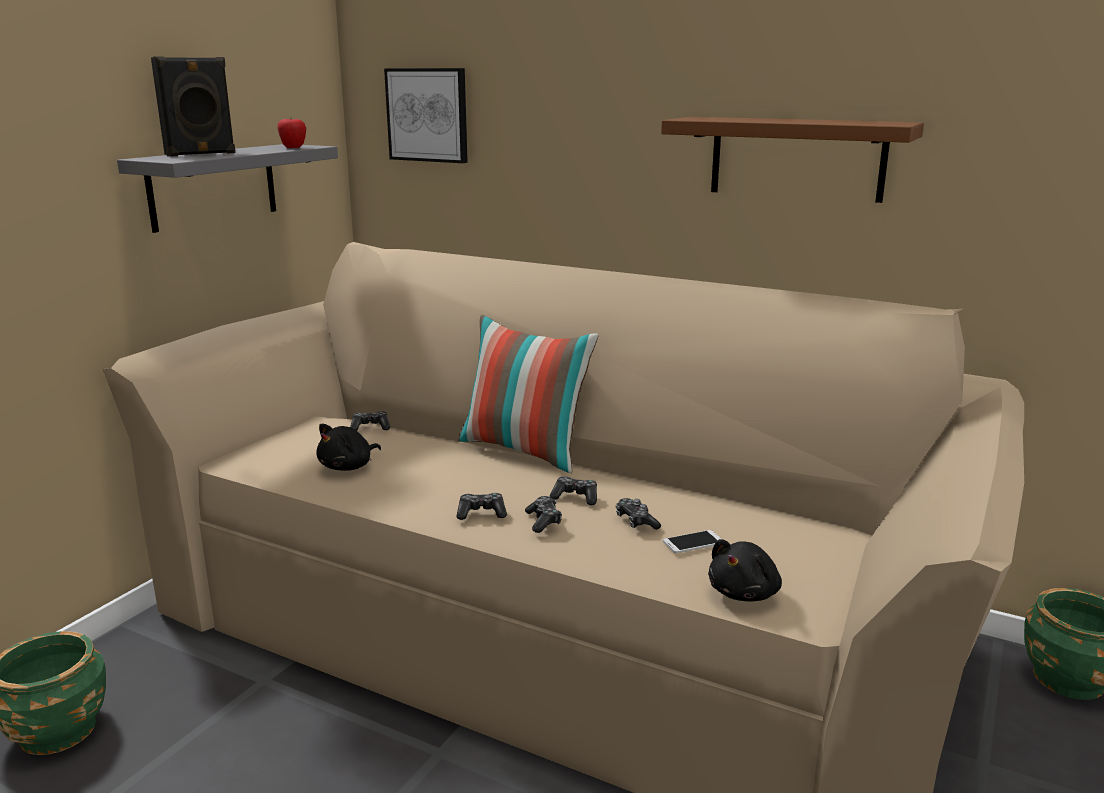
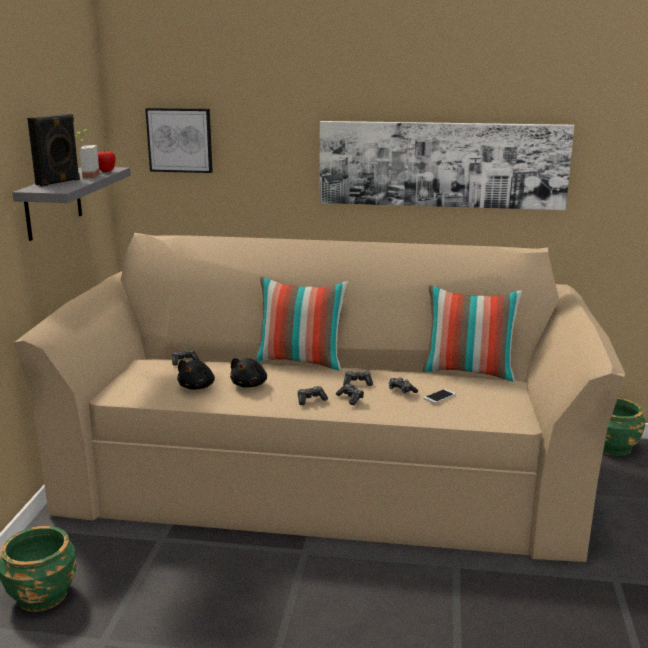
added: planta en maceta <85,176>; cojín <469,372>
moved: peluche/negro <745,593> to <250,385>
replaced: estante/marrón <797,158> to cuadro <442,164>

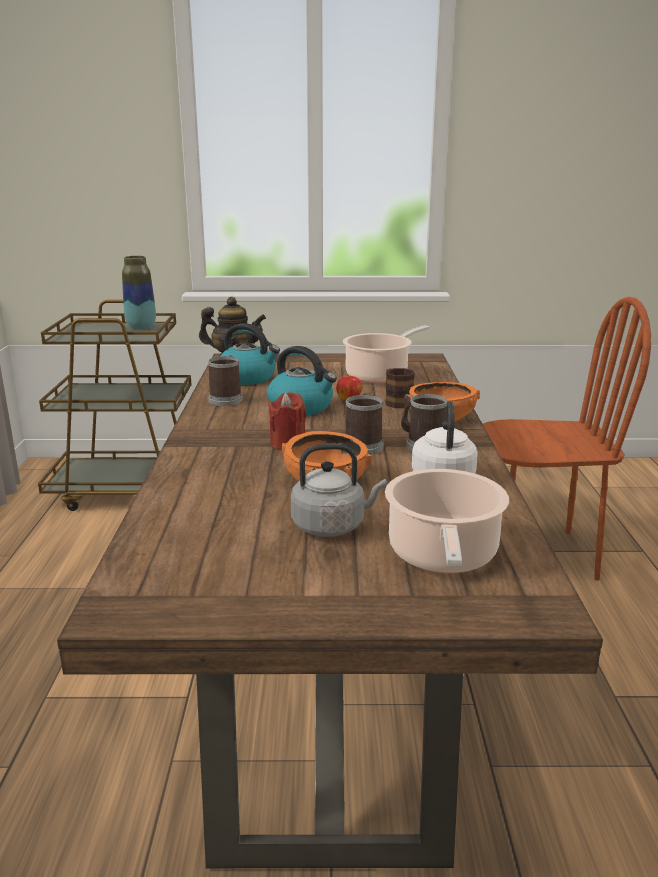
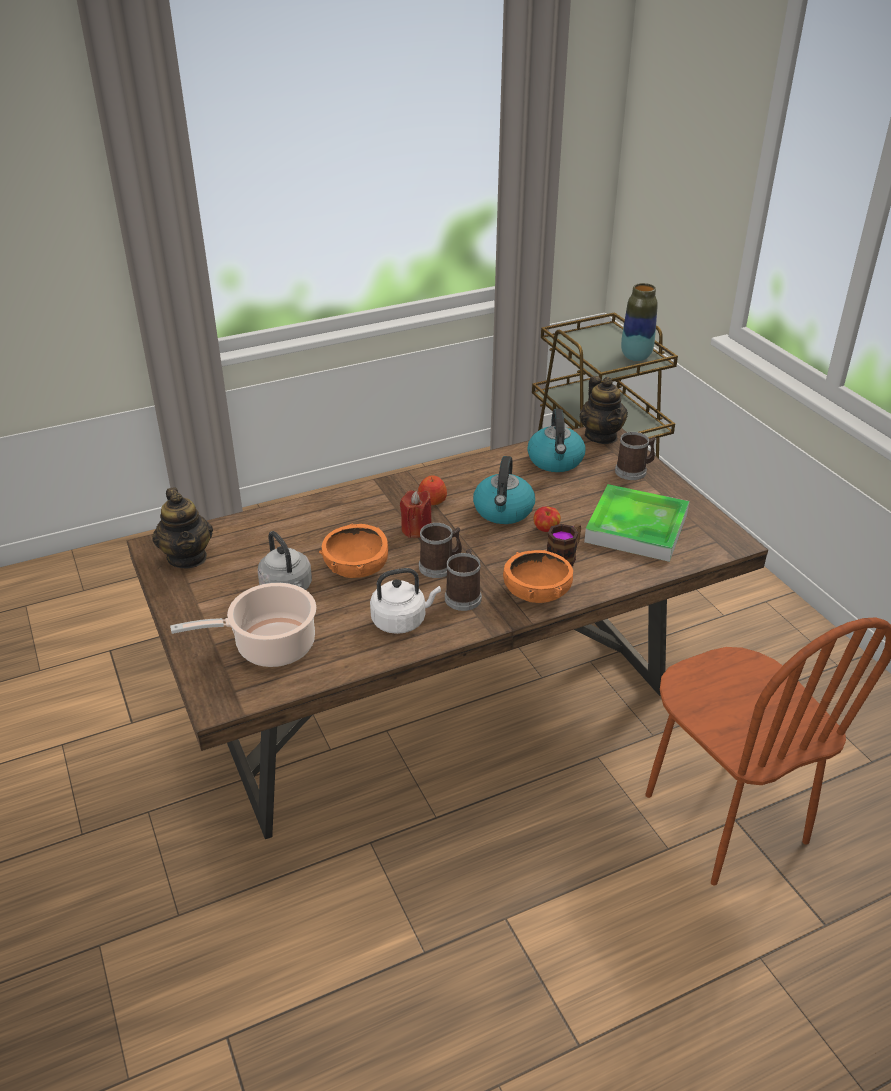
added: tetera <187,557>; manzana <432,501>
moved: taza grande <227,399> to <634,471>
replaced: olla <379,375> to bandeja <636,528>

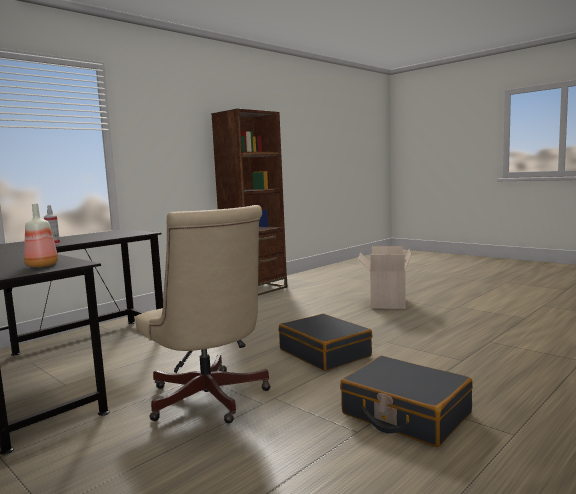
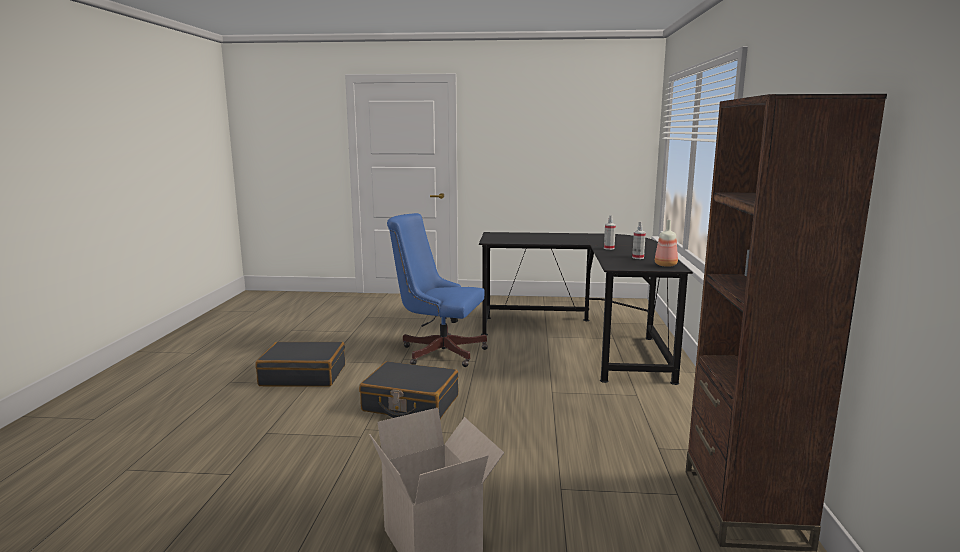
added: pulverizador <638,258>
moved: botella <41,265> to <666,265>
recoloured: silla de oficina/beis <209,401> to silla de oficina/azul <438,352>

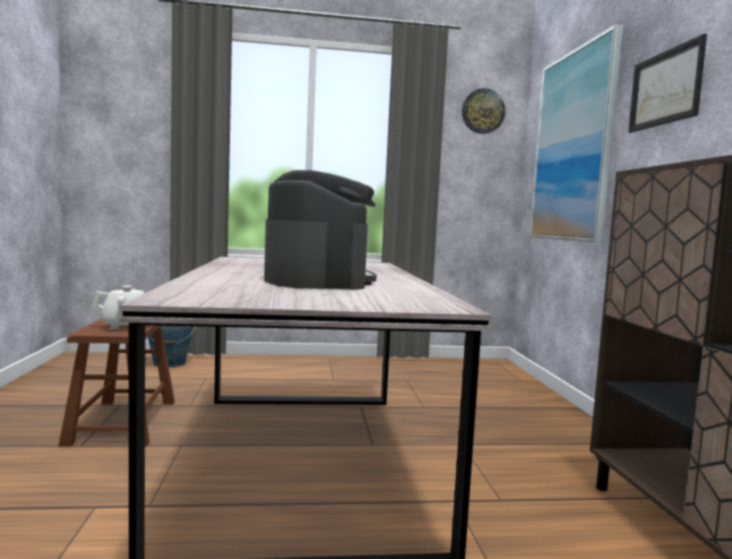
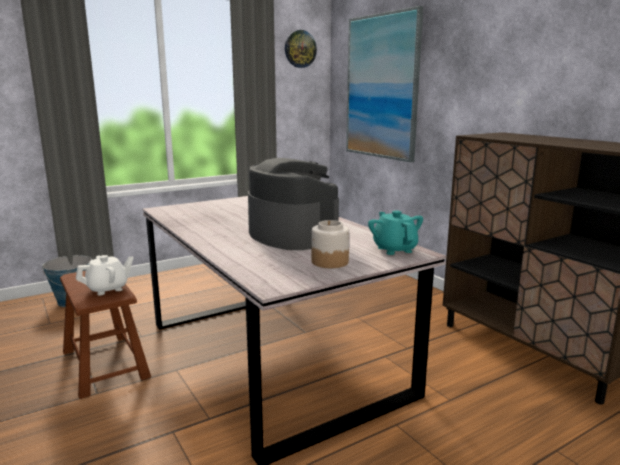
removed: cuadro <665,88>
added: tarro <329,262>; tetera/turquesa <394,249>

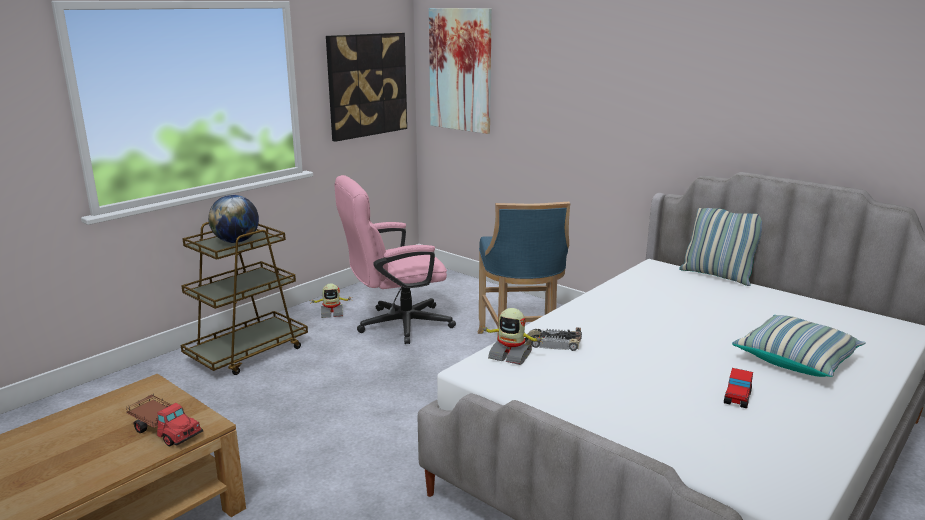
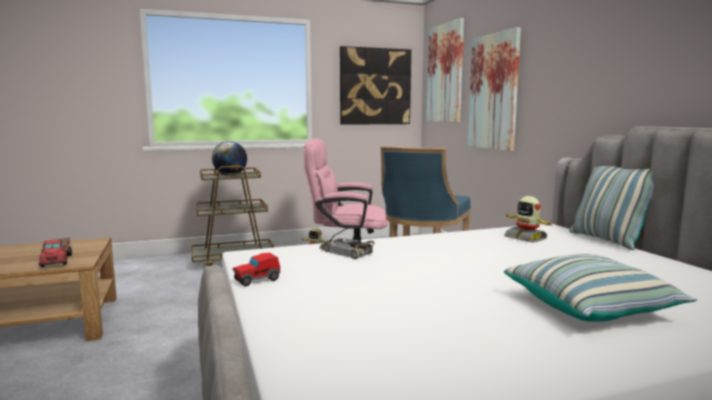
added: cuadro <493,92>
moved: robot de juguete <510,355> to <526,238>; coche de juguete <737,398> to <256,280>

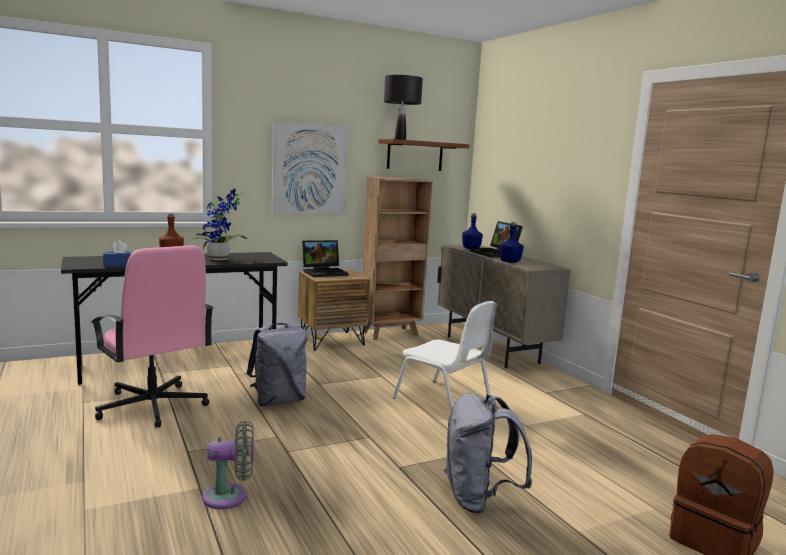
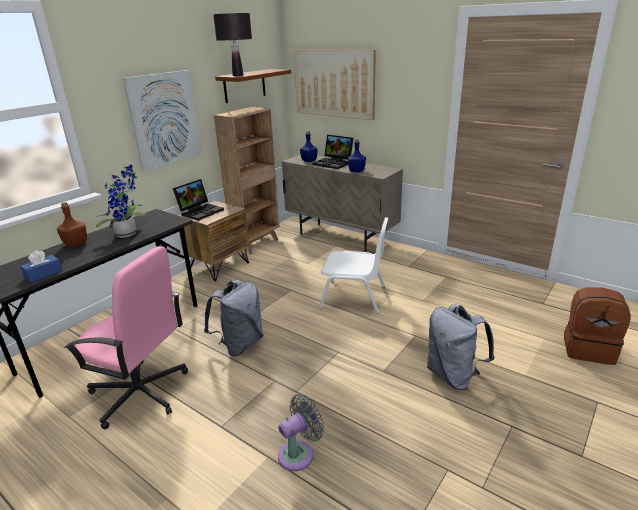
added: cuadro <334,83>

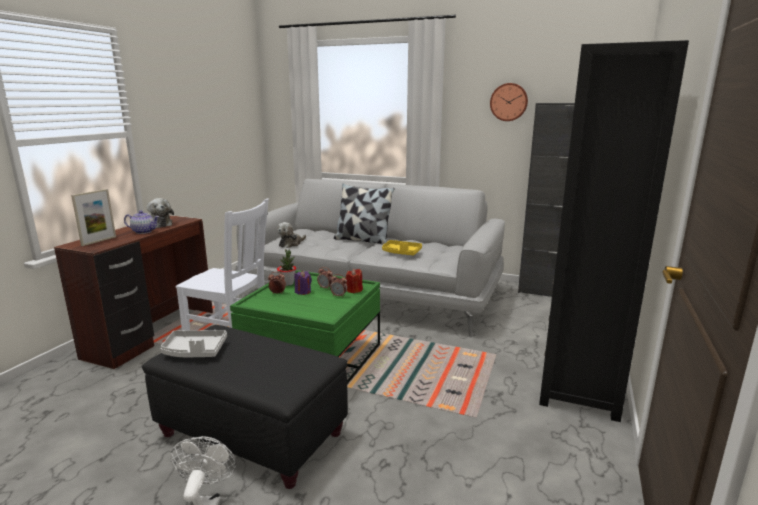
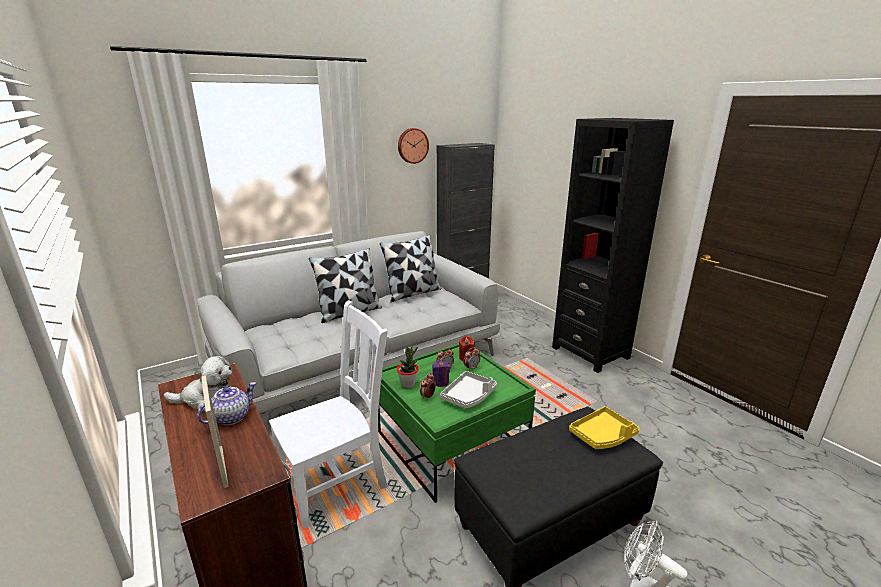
removed: peluche <291,244>
added: cojín <412,293>
moved: bandeja/gris <195,351> to <469,396>; bandeja/amarillo <401,253> to <603,436>

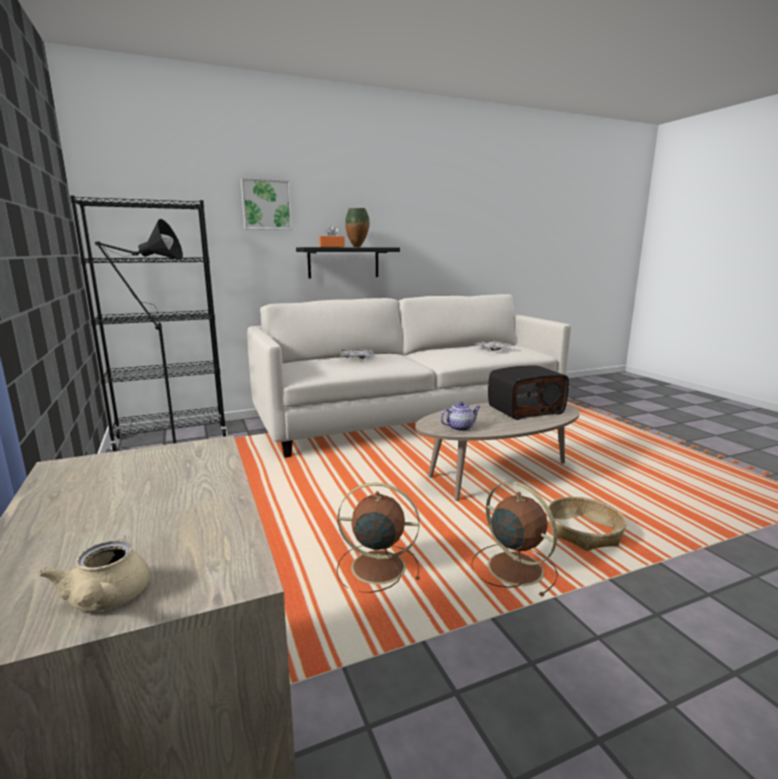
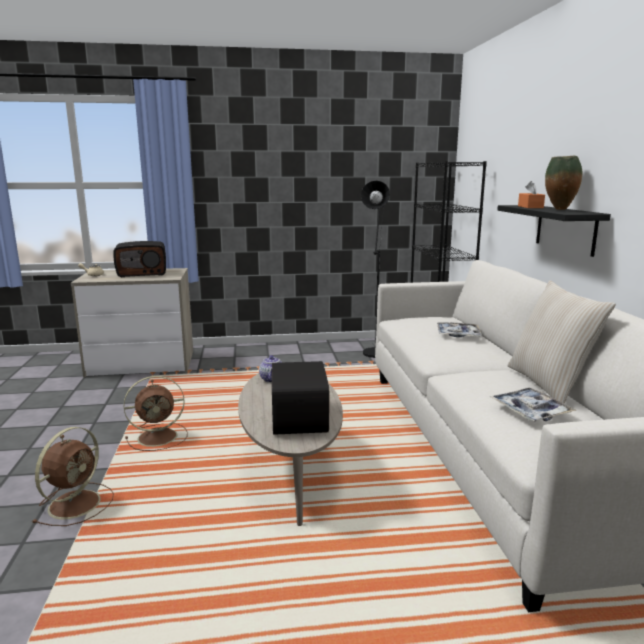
removed: cuadro <266,205>; cesta <583,532>
added: radio <142,273>; cojín/beis <549,385>
moved: ventilador/marrón <375,567> to <76,503>

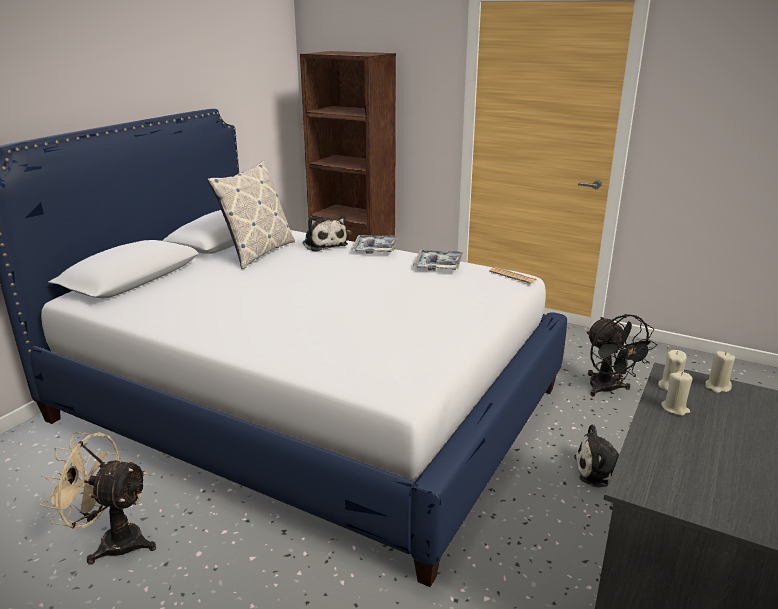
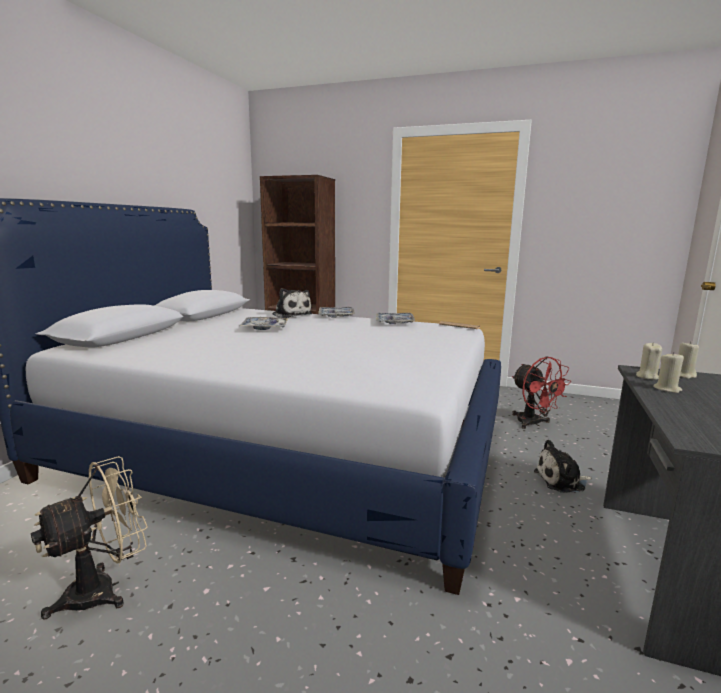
removed: cojín <258,253>
added: bandeja <265,328>
recoloured: ventilador/negro <608,390> to ventilador/rojo <533,423>
turned: ventilador/beis <112,541> = <104,589> 135 degrees clockwise

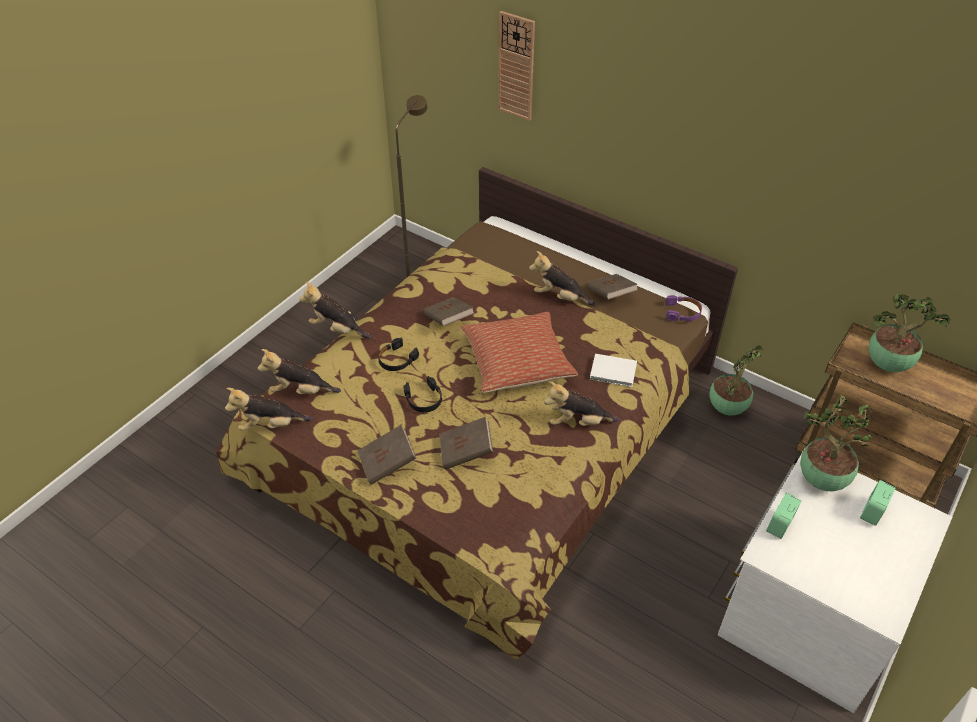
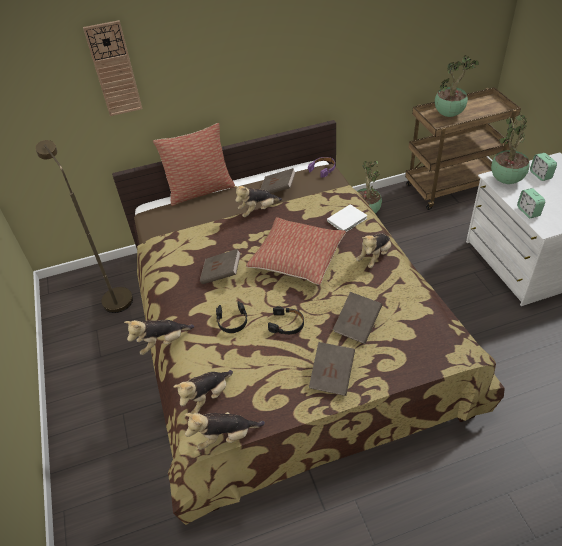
added: cojín <200,190>
turned: peluche <270,425> = <226,437> 45 degrees clockwise

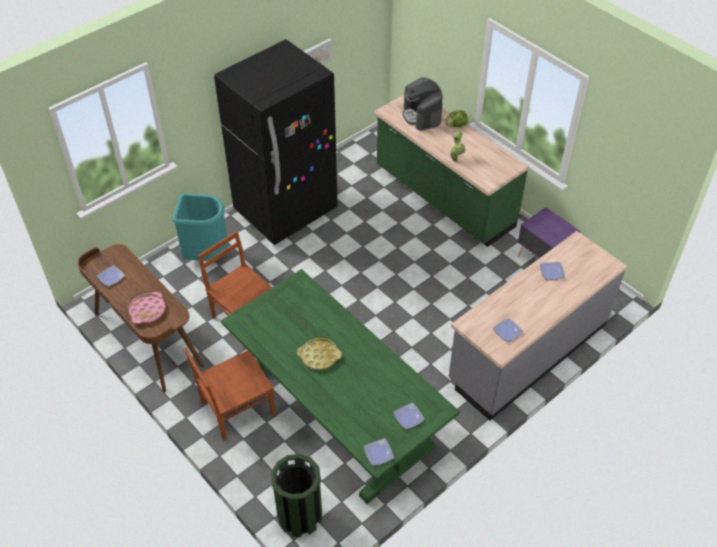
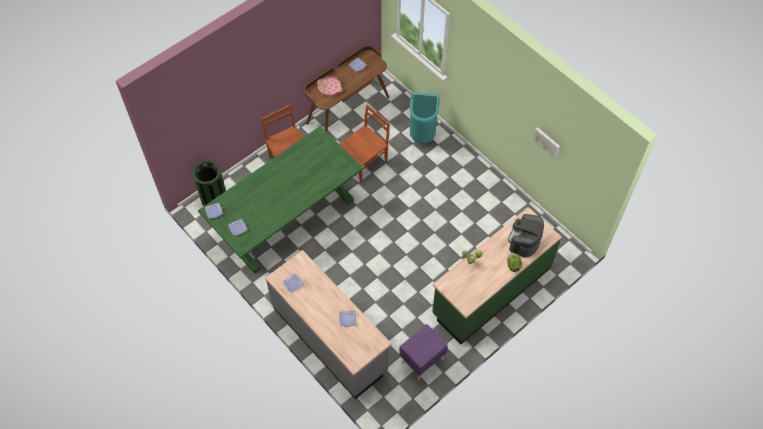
removed: nevera/negro <286,210>; bandeja/amarillo <319,356>
turned: cafetera <422,115> = <524,241> 45 degrees counterclockwise

